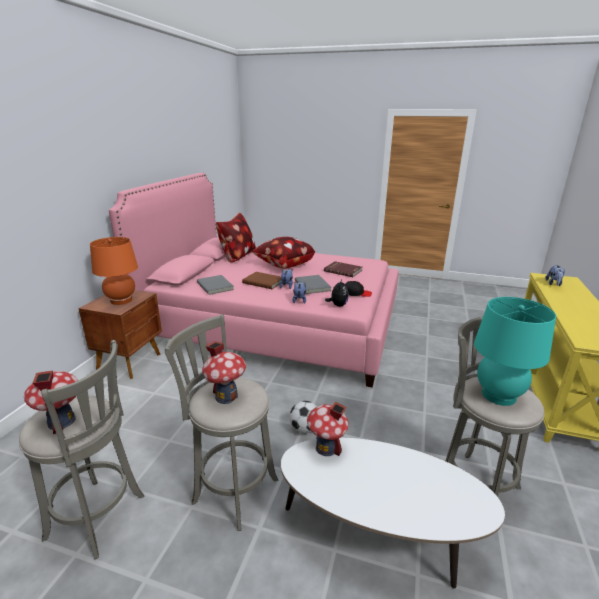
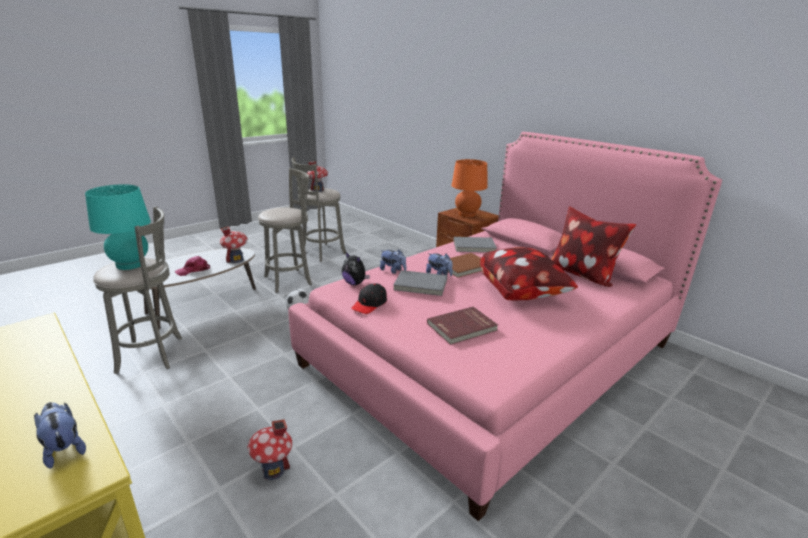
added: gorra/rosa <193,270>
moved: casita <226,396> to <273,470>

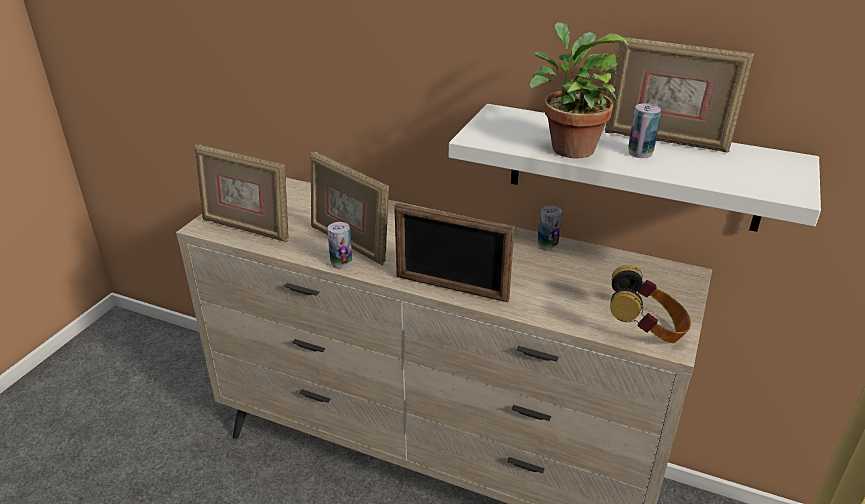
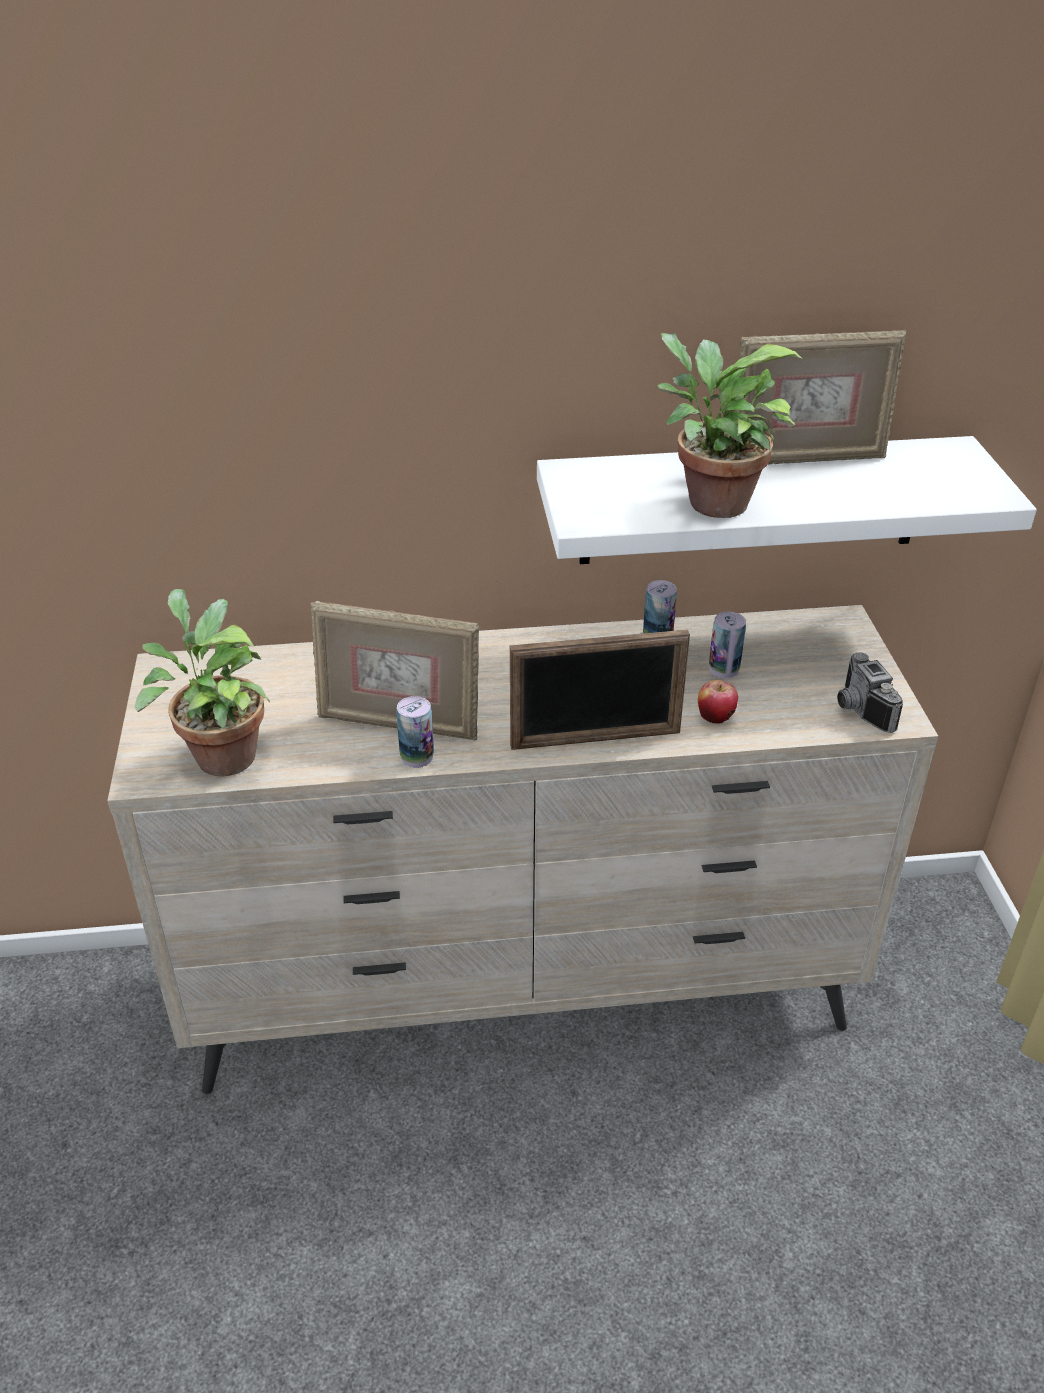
added: manzana <715,718>
moved: lata <640,153> to <724,669>
replaced: portarretratos <247,228> to planta en maceta <220,754>; auriculares <645,330> to cámara <858,710>

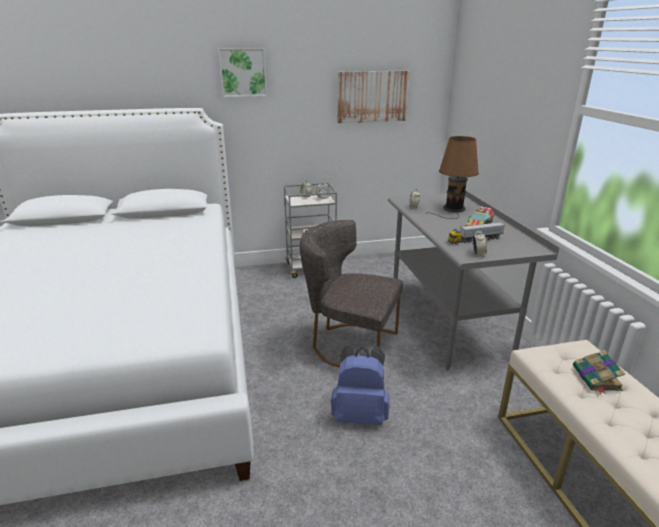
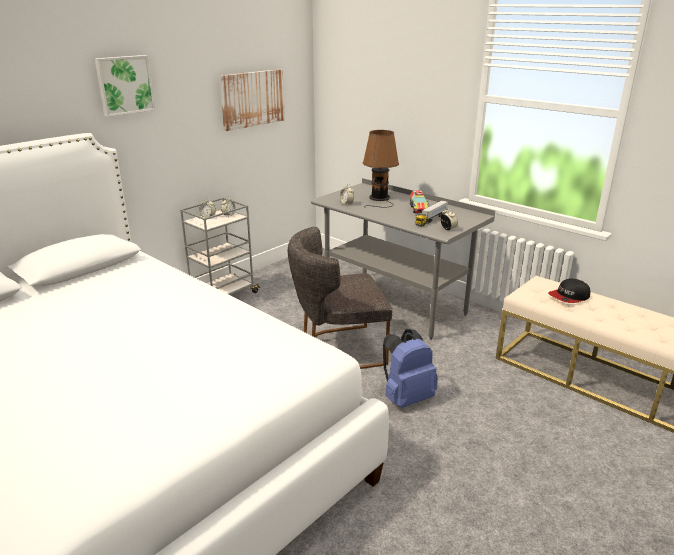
replaced: libro <597,379> to gorra <569,297>

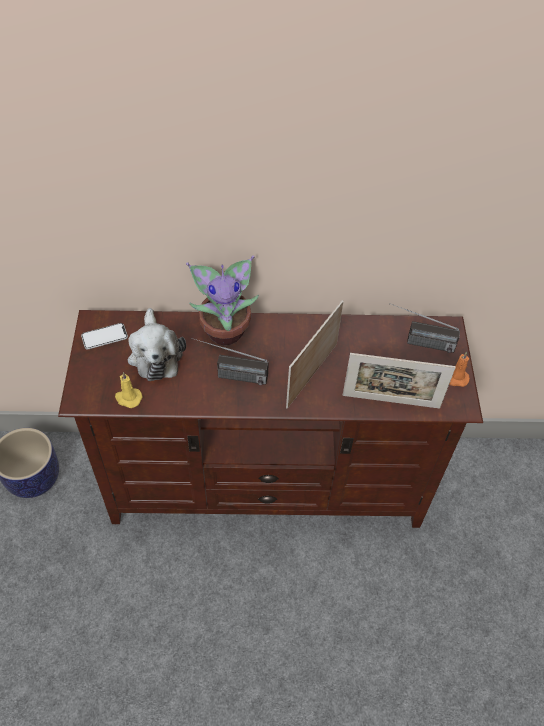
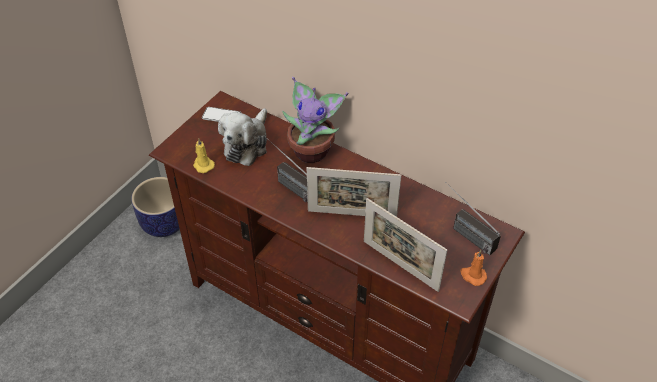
turned: portarretratos <312,375> = <352,214> 150 degrees counterclockwise

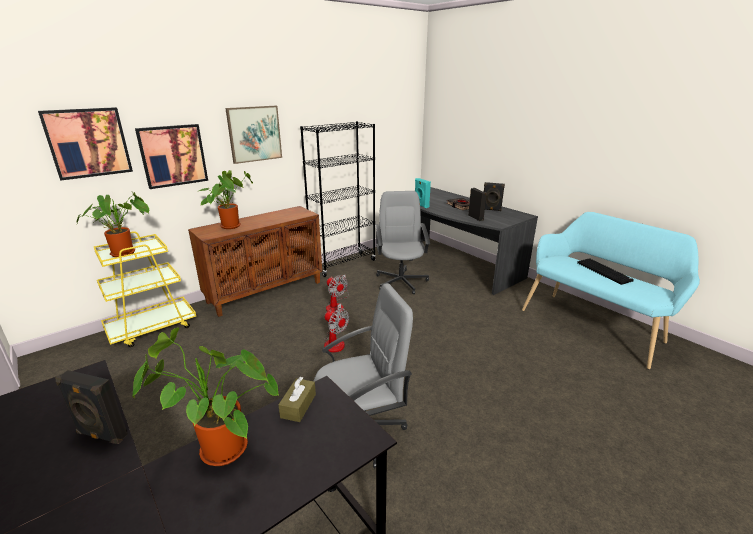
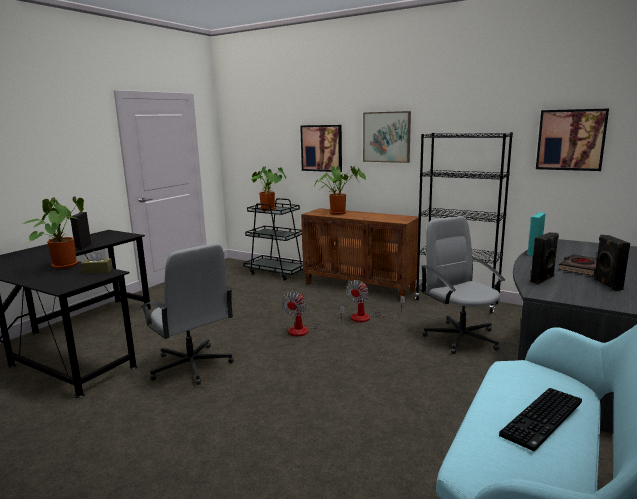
moved: cuadro <88,143> to <571,140>
recoloured: carrito/amarillo <152,328> to carrito/negro <276,272>
turned: silla de oficina/gris <401,281> = <461,337> 90 degrees counterclockwise

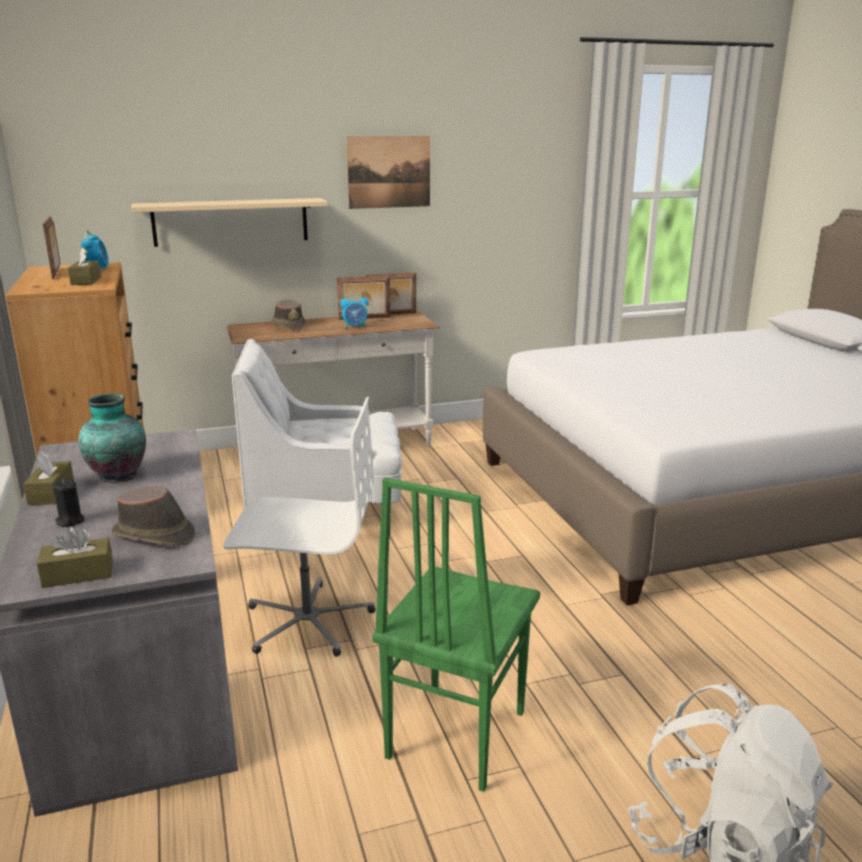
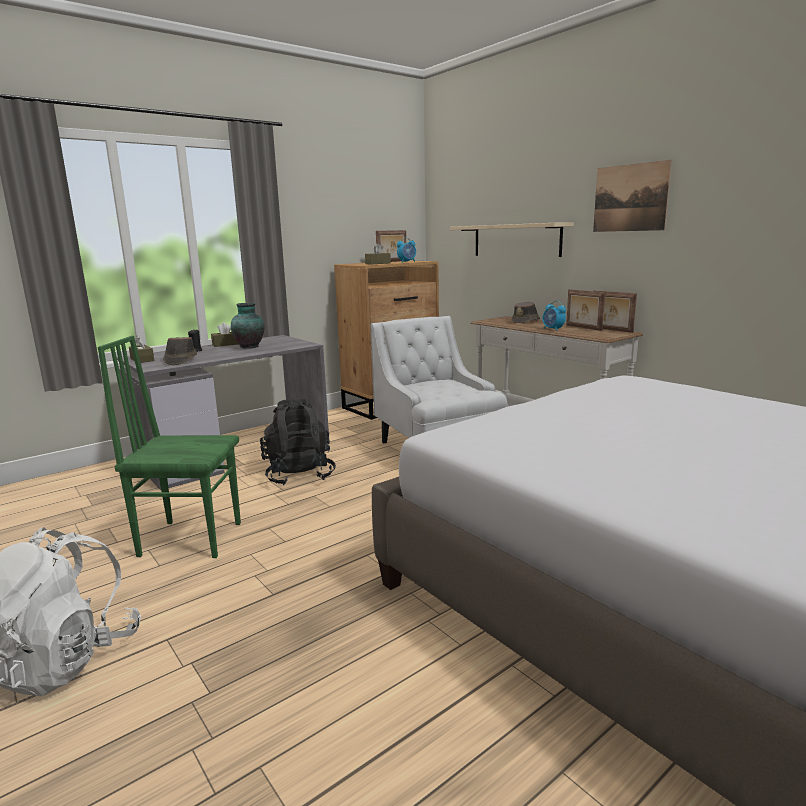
replaced: silla de oficina/blanco <307,621> to mochila/negro <299,475>

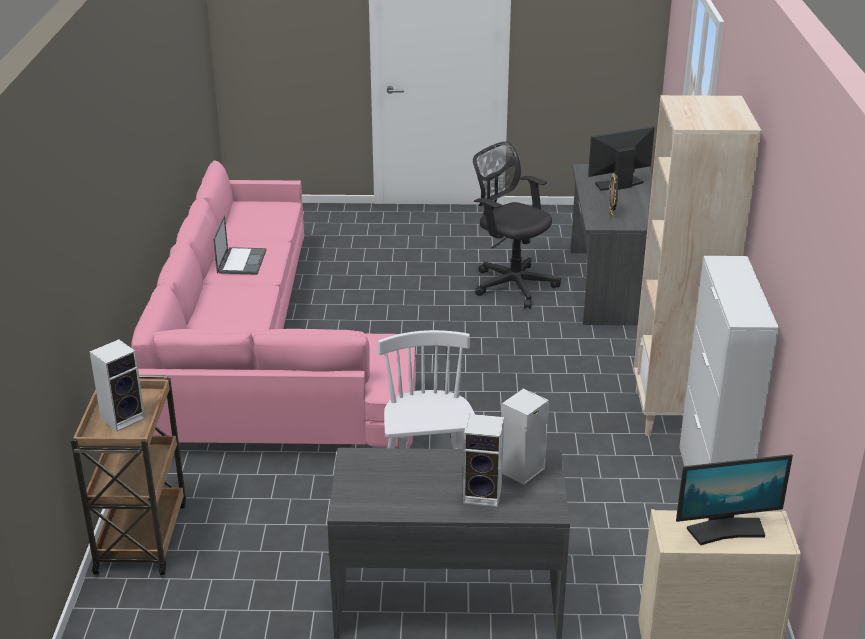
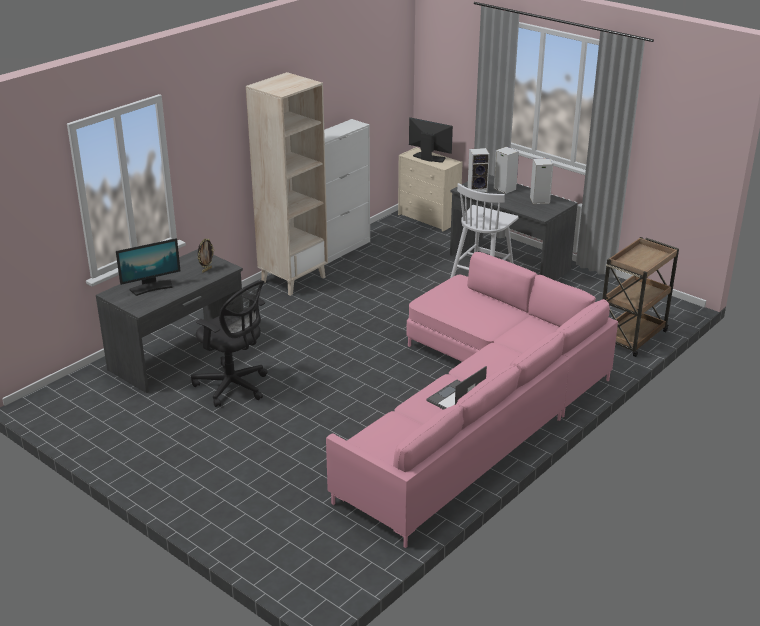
moved: altavoz <124,417> to <539,200>
turned: silla de oficina/negro <511,284> = <234,387> 45 degrees counterclockwise; monitor <619,184> = <151,287> 45 degrees counterclockwise

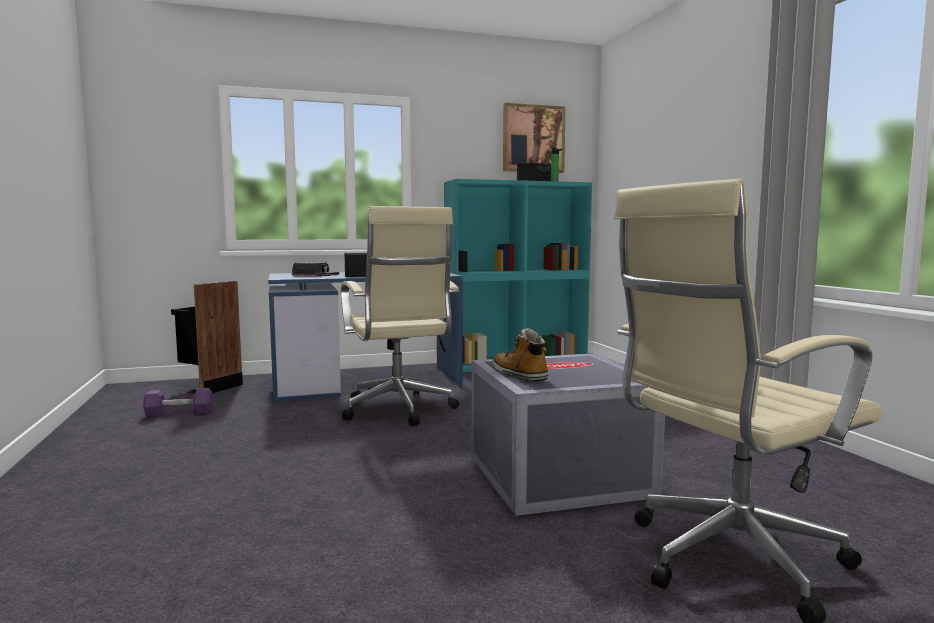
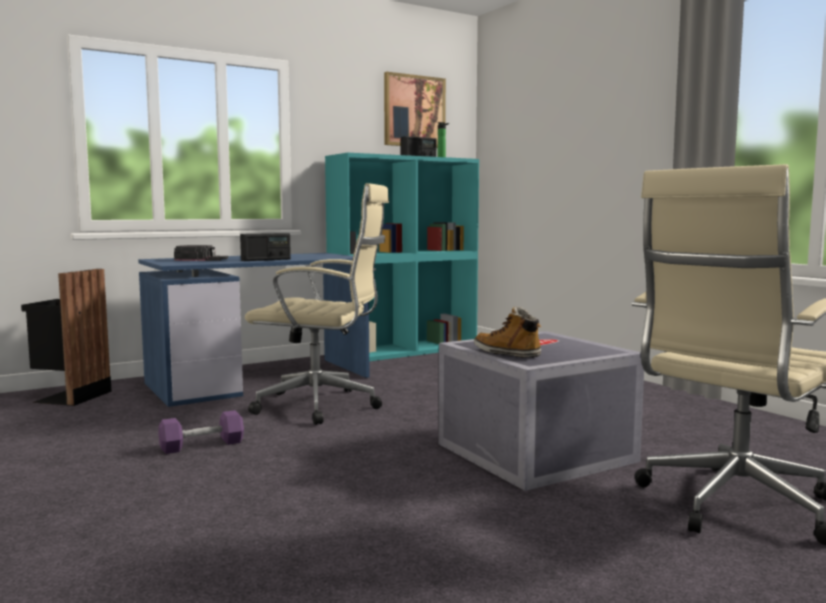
moved: mancuerna/morado <179,413> to <202,445>
turned: silla de oficina/beis <399,411> = <323,406> 45 degrees counterclockwise

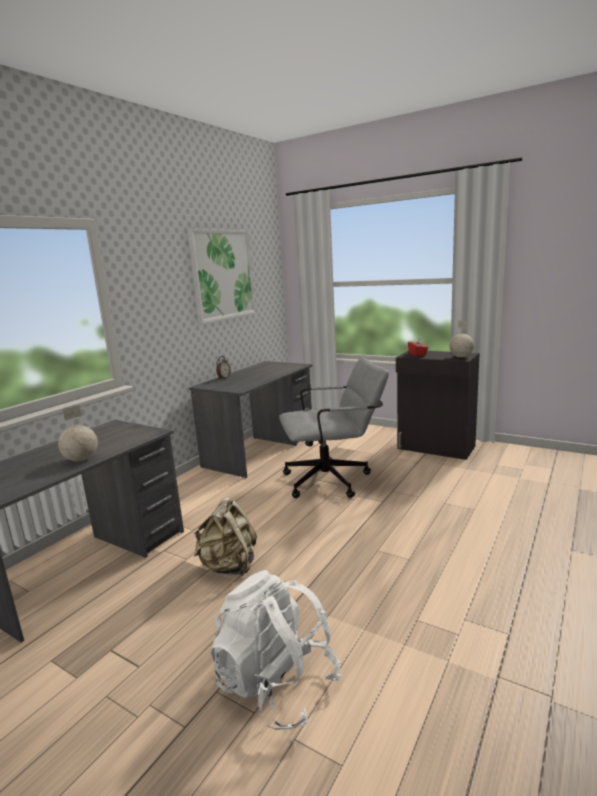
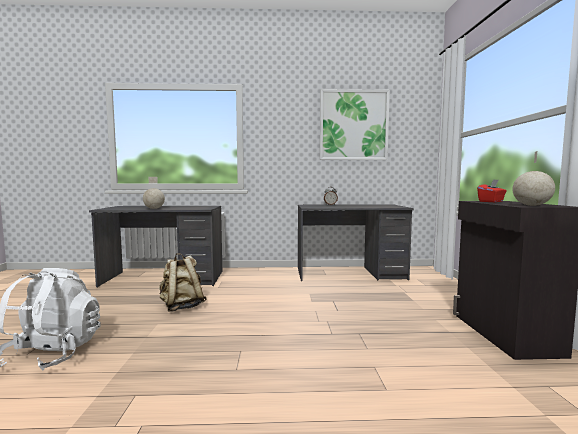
removed: silla de oficina/gris <334,479>

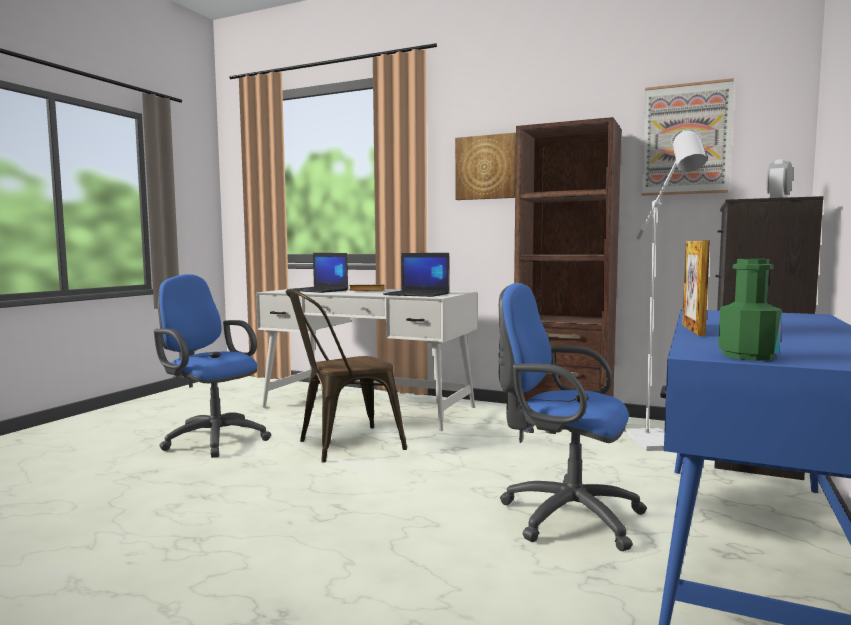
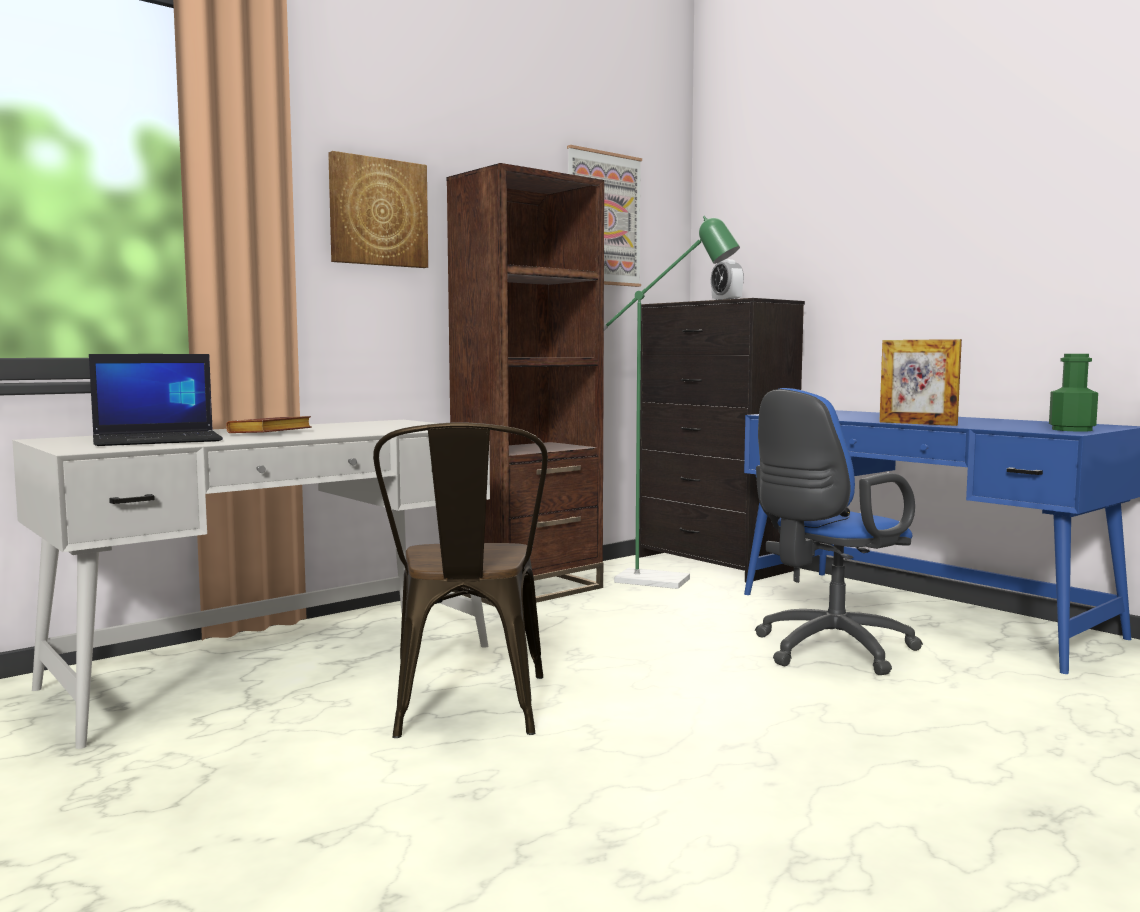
removed: silla de oficina/azul <212,439>; portátil <418,294>
recoloured: lámpara de pie/blanco <657,445> to lámpara de pie/verde <666,582>

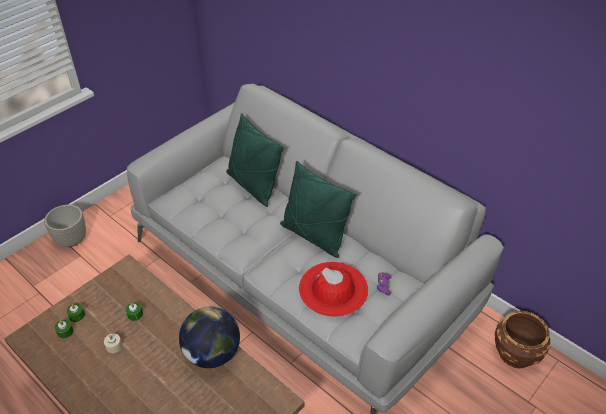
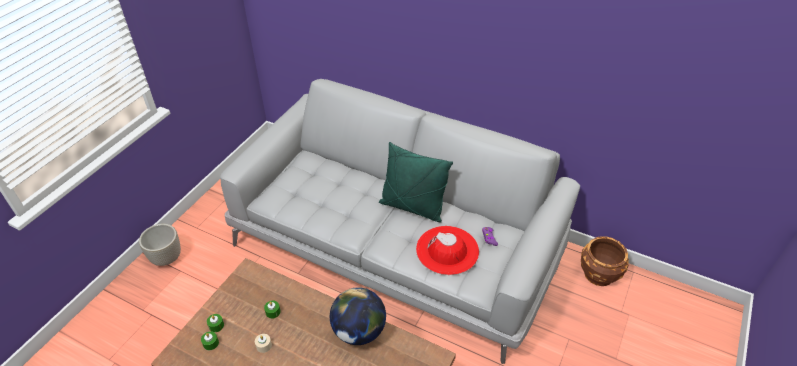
removed: cojín/verde <253,186>

